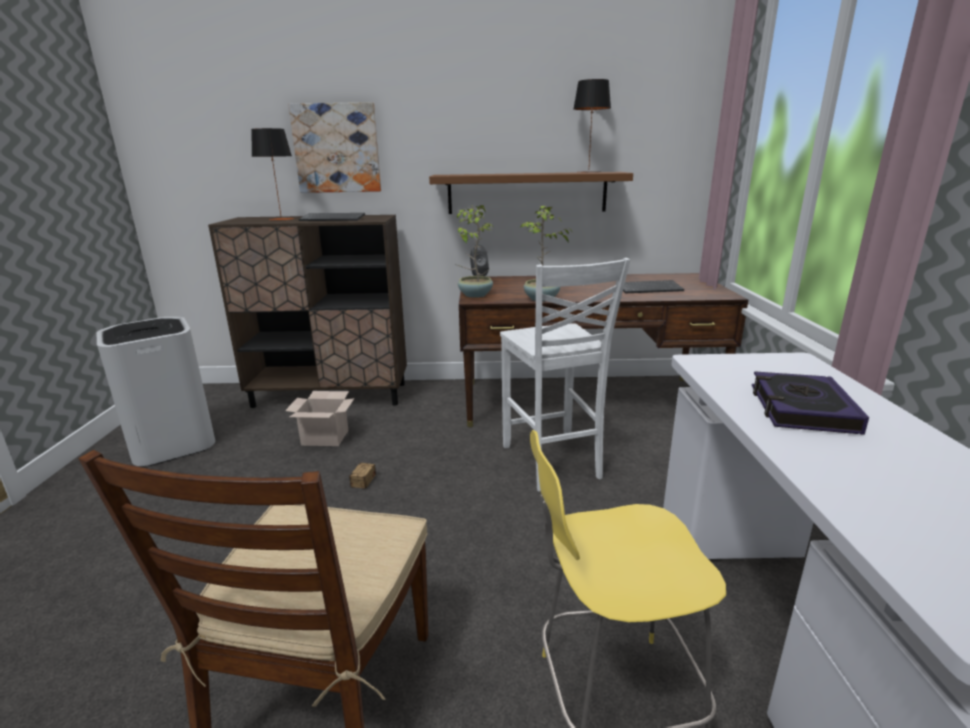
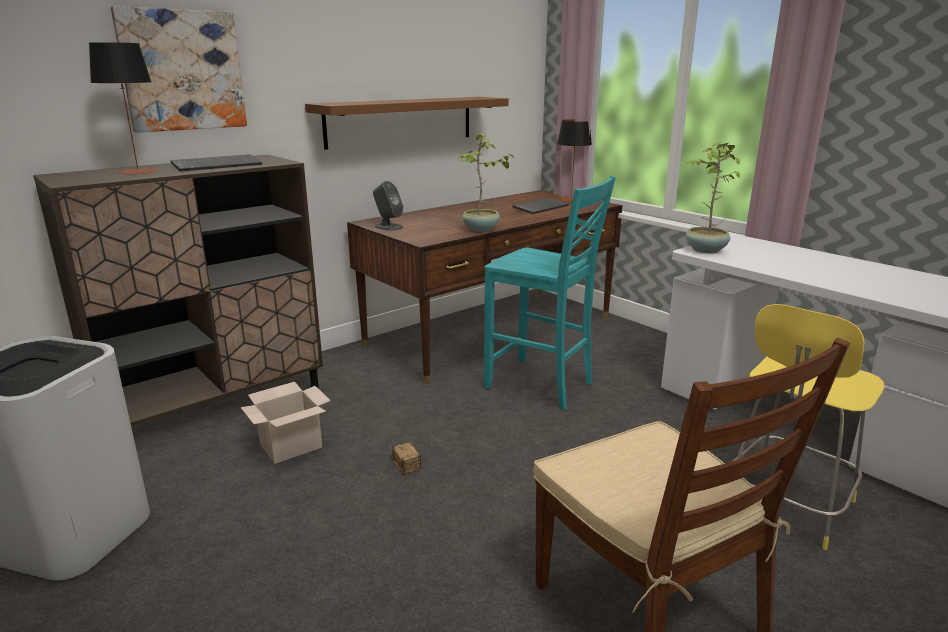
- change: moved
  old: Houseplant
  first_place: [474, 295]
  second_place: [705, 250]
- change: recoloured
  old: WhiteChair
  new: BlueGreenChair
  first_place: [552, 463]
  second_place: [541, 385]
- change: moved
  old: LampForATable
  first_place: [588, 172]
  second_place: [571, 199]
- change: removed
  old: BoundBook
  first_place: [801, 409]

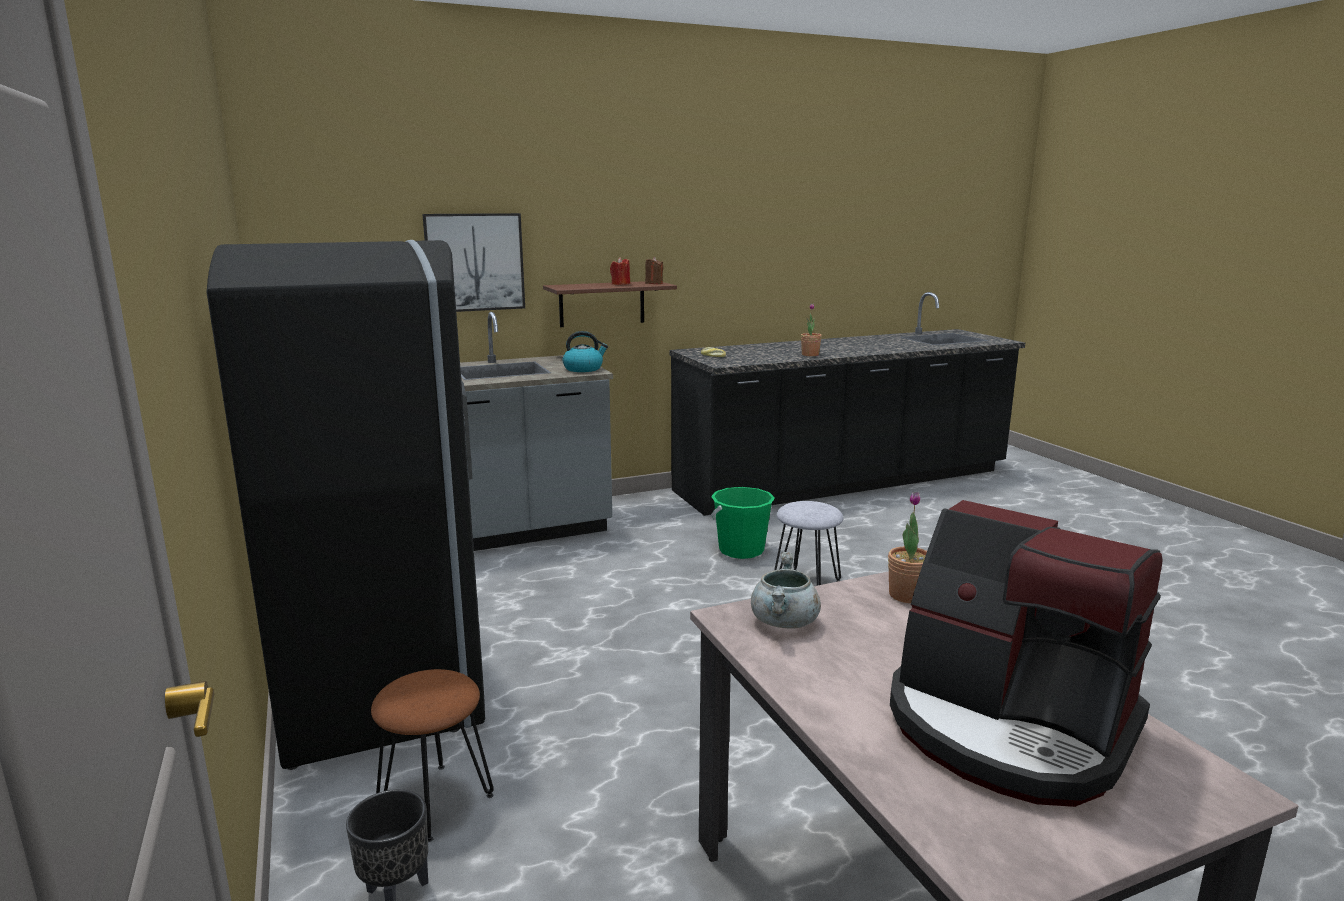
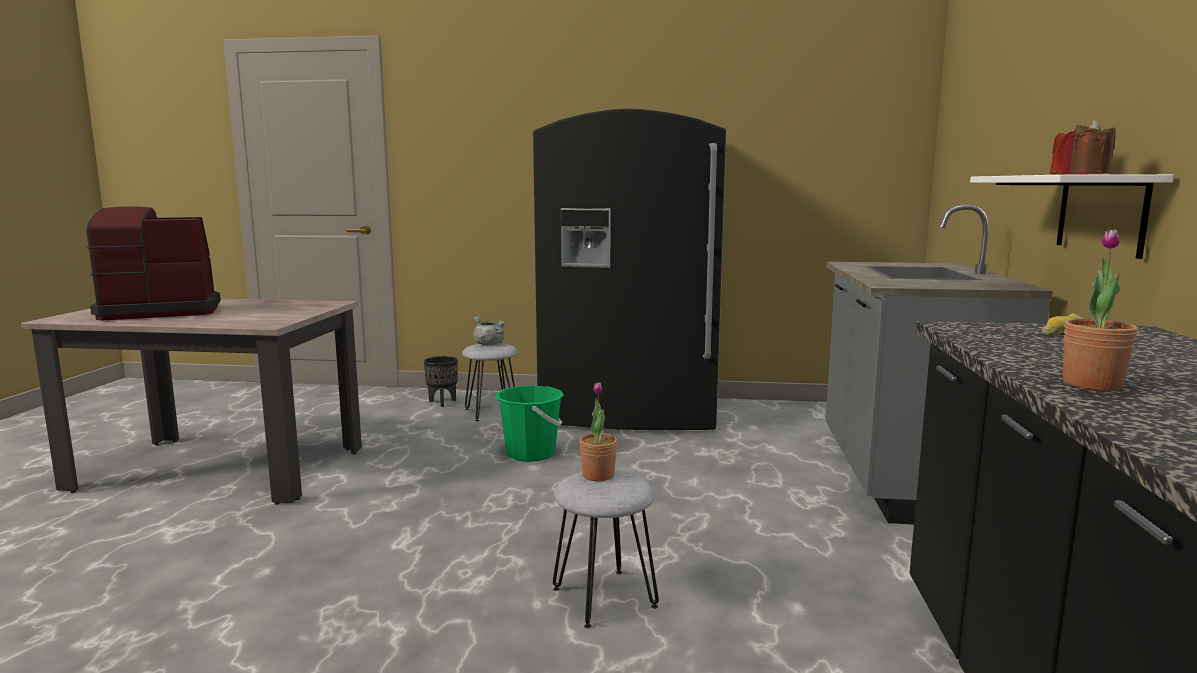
- change: recoloured
  old: BrownStoolSeat
  new: GrayStoolSeat
  first_place: [436, 800]
  second_place: [491, 412]
- change: removed
  old: WallPicture
  first_place: [474, 262]
- change: recoloured
  old: BrownWallShelf
  new: WhiteWallShelf
  first_place: [602, 304]
  second_place: [1101, 213]
- change: removed
  old: WaterKettle
  first_place: [584, 369]
- change: moved
  old: GreenBucket
  first_place: [741, 550]
  second_place: [530, 453]
- change: moved
  old: GrayCookingPot
  first_place: [784, 622]
  second_place: [488, 344]
- change: moved
  old: Houseplant
  first_place: [907, 595]
  second_place: [598, 475]

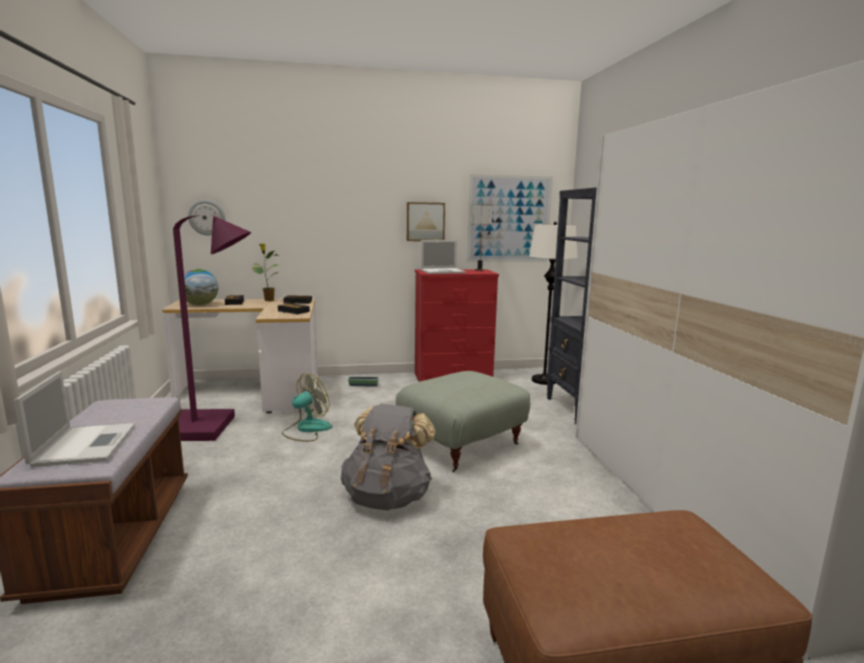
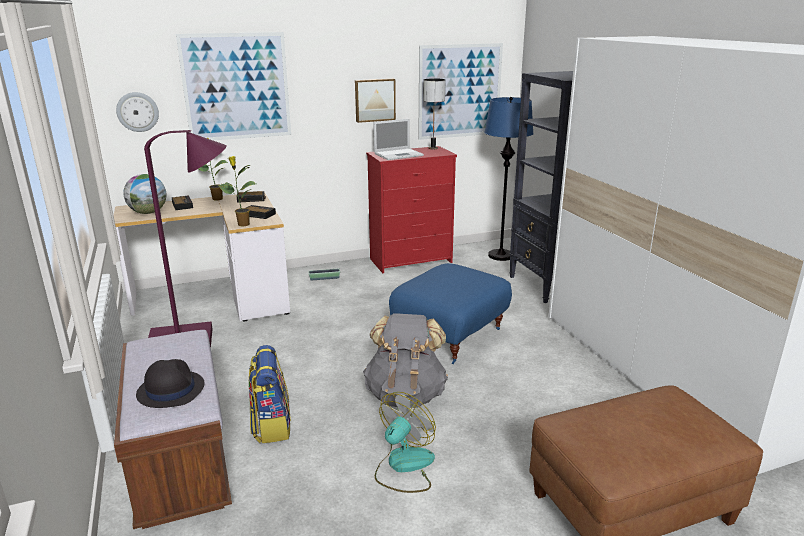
- change: replaced
  old: Laptop
  new: BlackColouredWearableHat
  first_place: [85, 444]
  second_place: [170, 390]
- change: moved
  old: CoolingFan
  first_place: [306, 429]
  second_place: [404, 466]
- change: recoloured
  old: GrayPouffe
  new: BluishPouffe
  first_place: [461, 445]
  second_place: [449, 336]
- change: recoloured
  old: WhiteStandardLamp
  new: BluishStandardLamp
  first_place: [544, 380]
  second_place: [500, 256]
- change: added
  new: WallPicture
  second_place: [236, 87]
- change: added
  new: Houseplant
  second_place: [243, 224]
- change: added
  new: Knapsack
  second_place: [271, 425]

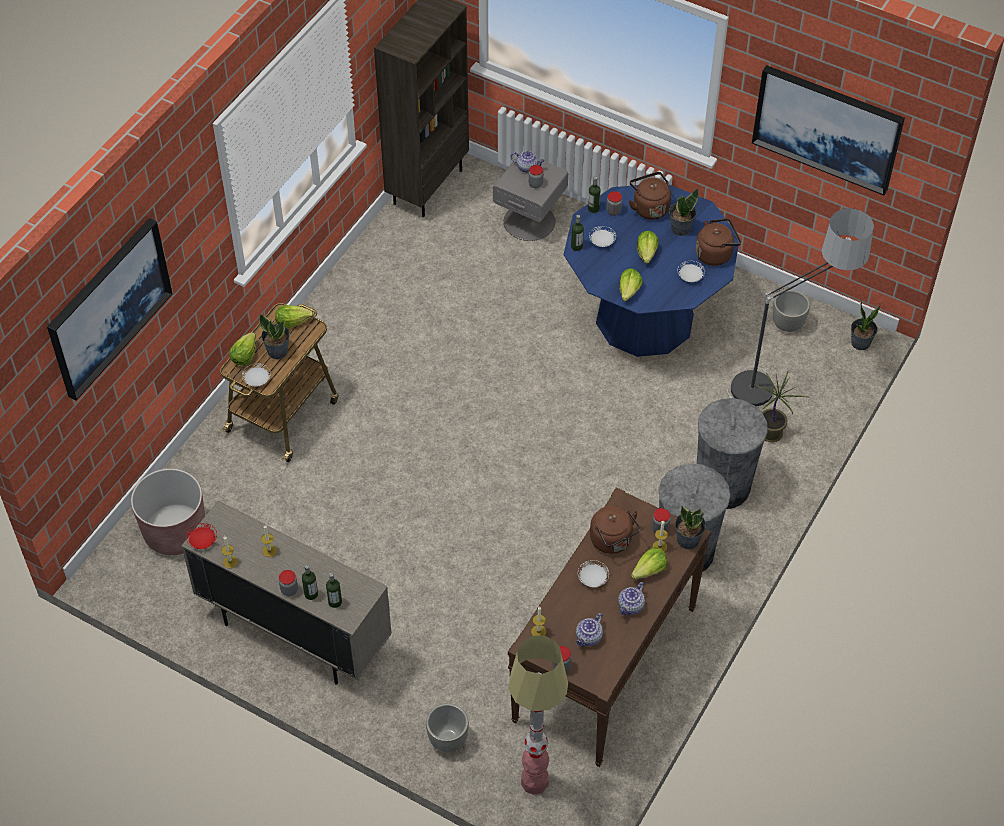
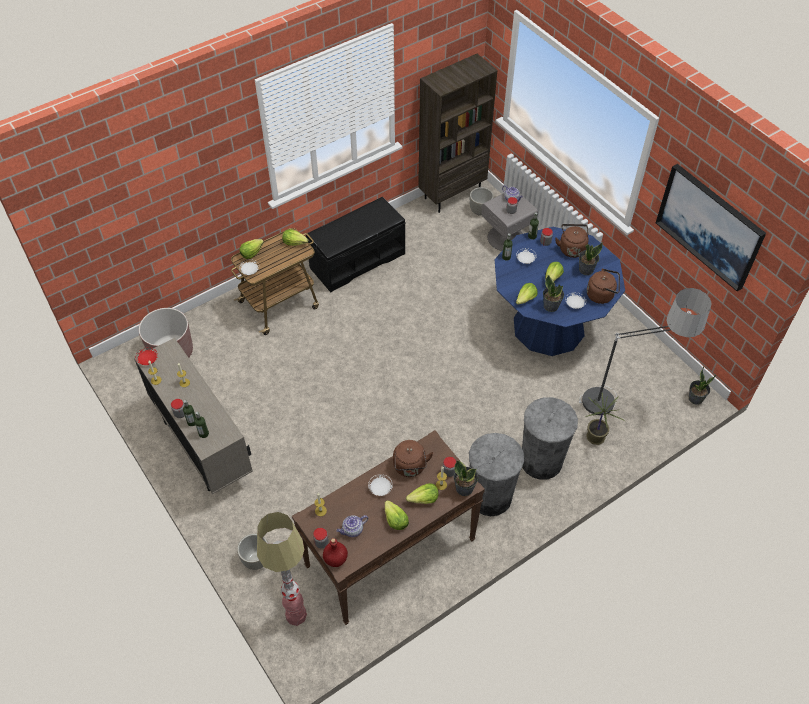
- change: removed
  old: WallPicture
  first_place: [108, 307]
- change: moved
  old: Houseplant
  first_place: [277, 351]
  second_place: [551, 305]
- change: replaced
  old: PotForTea
  new: HeadOfLettuce
  first_place: [630, 607]
  second_place: [395, 520]
- change: moved
  old: GrayFlowerPot
  first_place: [787, 324]
  second_place: [480, 211]
- change: added
  new: BlackColouredLongSeat
  second_place: [357, 260]
- change: added
  new: RedBottle
  second_place: [335, 558]

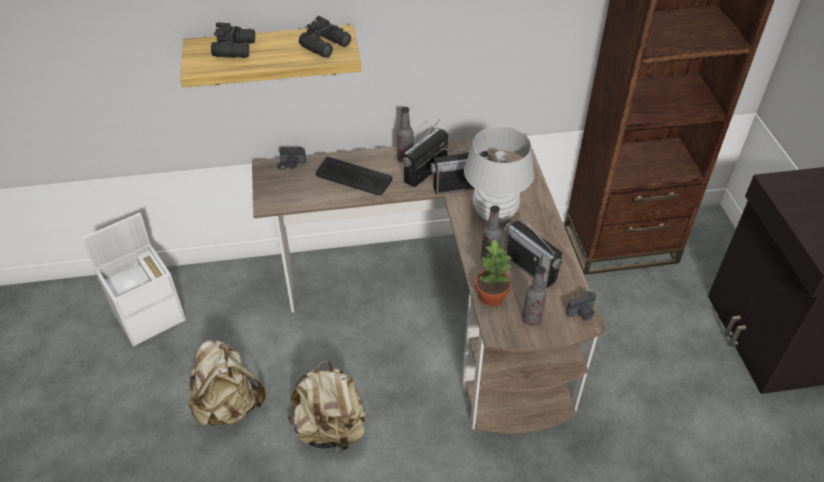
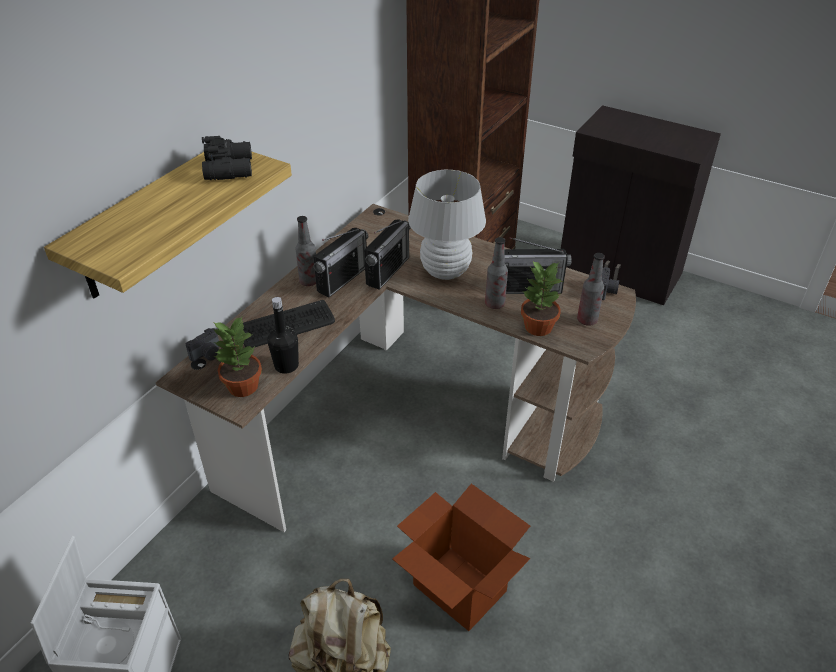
- change: removed
  old: BlackColouredPairOfBinoculars
  first_place: [236, 48]
- change: replaced
  old: BeigeKnapsack
  new: Carton
  first_place: [330, 429]
  second_place: [459, 588]
- change: turned
  old: RadioReceiver
  first_place: [425, 171]
  second_place: [342, 279]
  degrees: -135
- change: added
  new: Houseplant
  second_place: [242, 386]
- change: added
  new: BlackColouredBottle
  second_place: [286, 366]

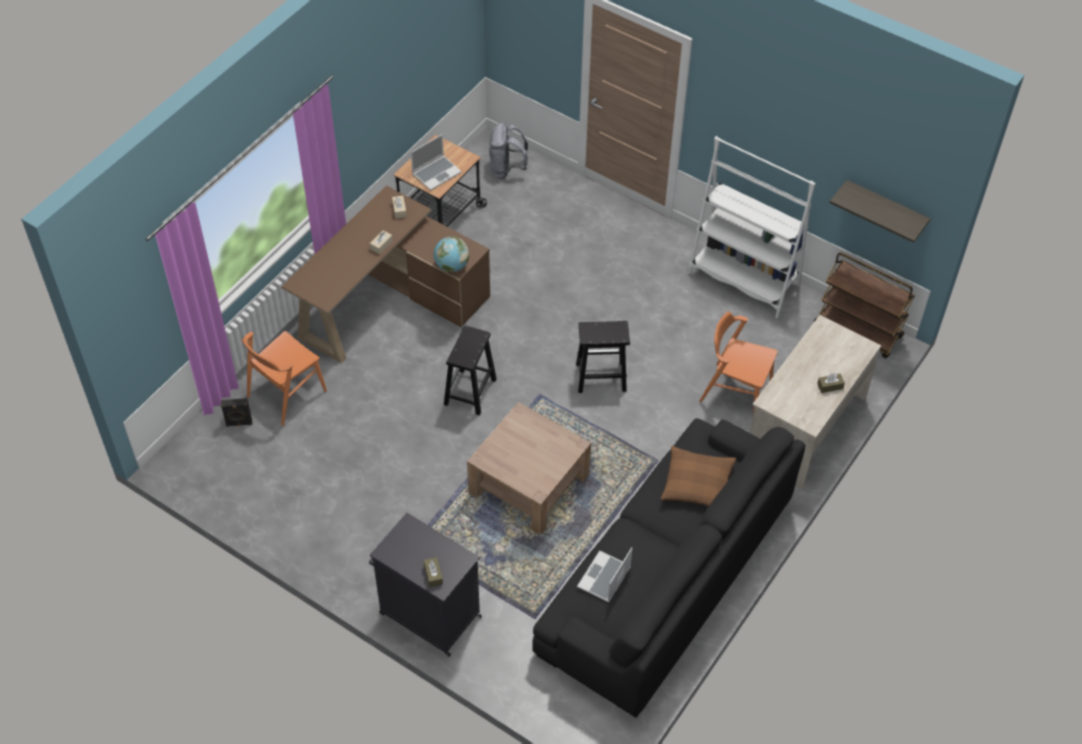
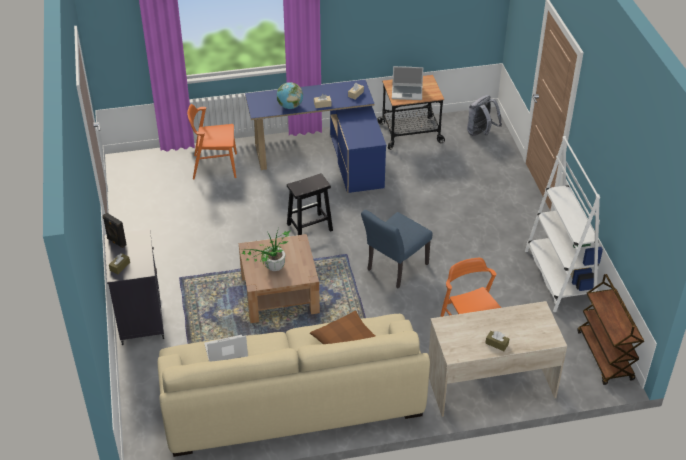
- change: moved
  old: BlackColouredLoudspeaker
  first_place: [239, 423]
  second_place: [116, 242]
- change: recoloured
  old: BrownDesk
  new: BluishDesk
  first_place: [389, 302]
  second_place: [325, 157]
- change: moved
  old: Globe
  first_place: [451, 266]
  second_place: [290, 106]
- change: recoloured
  old: BlackColouredSofa
  new: BeigeSofa
  first_place: [666, 576]
  second_place: [292, 398]
- change: replaced
  old: BlackColouredStoolSeat
  new: BluishChair
  first_place: [600, 377]
  second_place: [394, 269]
- change: removed
  old: WallShelf
  first_place: [885, 209]
- change: added
  new: Houseplant
  second_place: [272, 269]

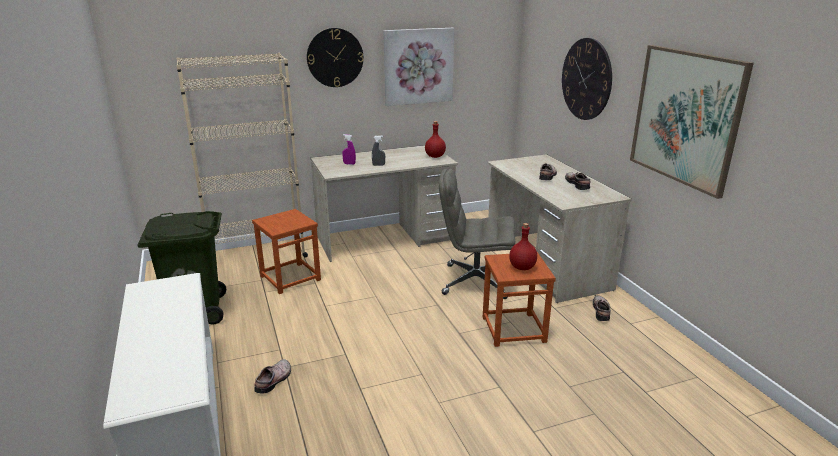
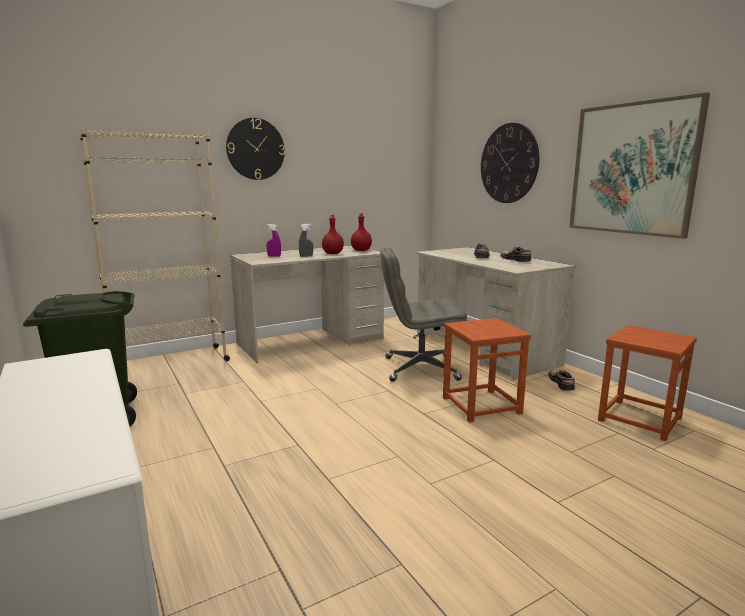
- change: moved
  old: BrownStoolSeat
  first_place: [290, 278]
  second_place: [639, 419]
- change: removed
  old: LowShoe
  first_place: [275, 380]
- change: removed
  old: WallPicture
  first_place: [418, 66]
- change: moved
  old: RedBottle
  first_place: [522, 267]
  second_place: [332, 253]

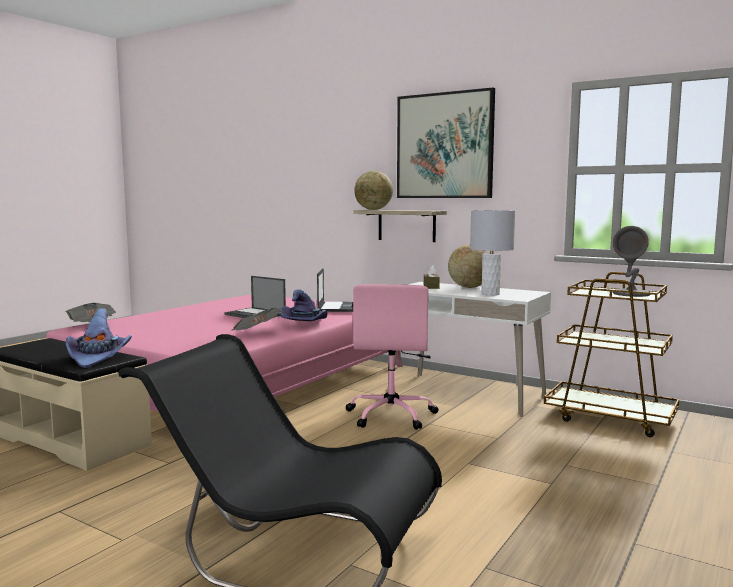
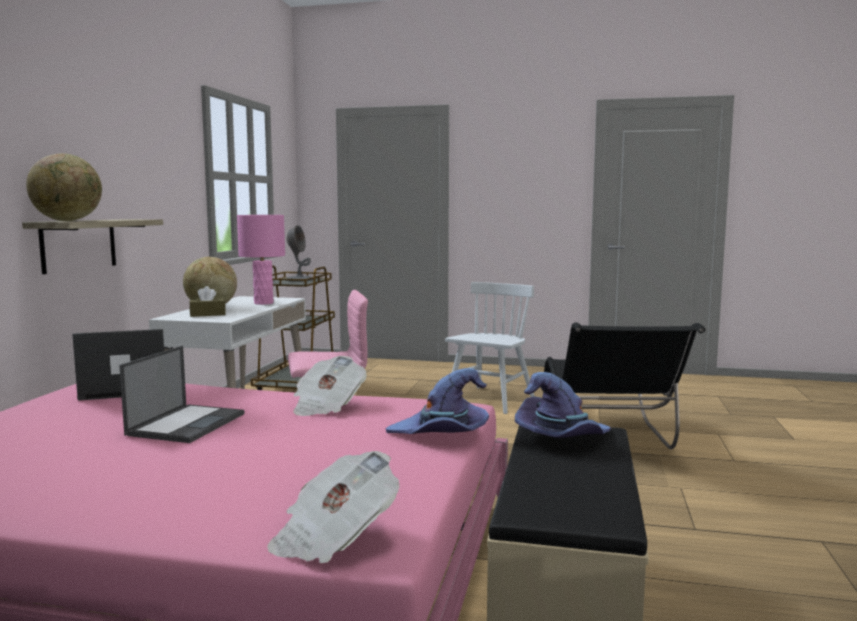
- change: moved
  old: PurpleColouredWearableHat
  first_place: [305, 323]
  second_place: [441, 434]
- change: removed
  old: WallPicture
  first_place: [444, 146]
- change: recoloured
  old: GrayLampForATable
  new: PinkishLampForATable
  first_place: [490, 294]
  second_place: [263, 303]
- change: added
  new: WhiteChair
  second_place: [490, 400]

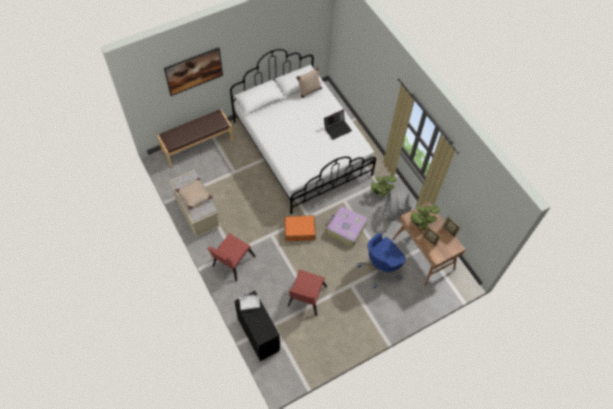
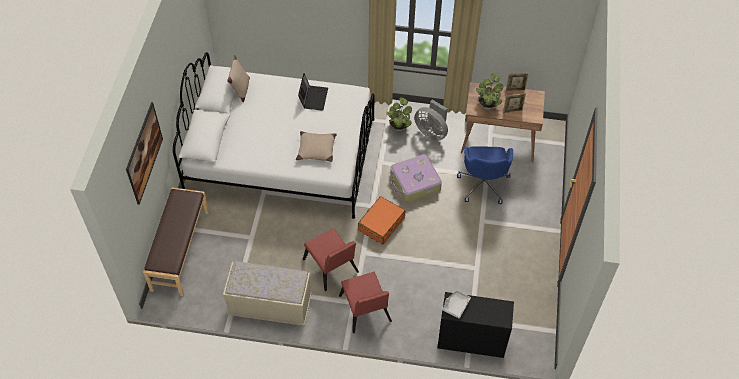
- change: moved
  old: BeigeCushion
  first_place: [194, 196]
  second_place: [316, 150]
- change: moved
  old: RedChair
  first_place: [305, 298]
  second_place: [331, 269]

